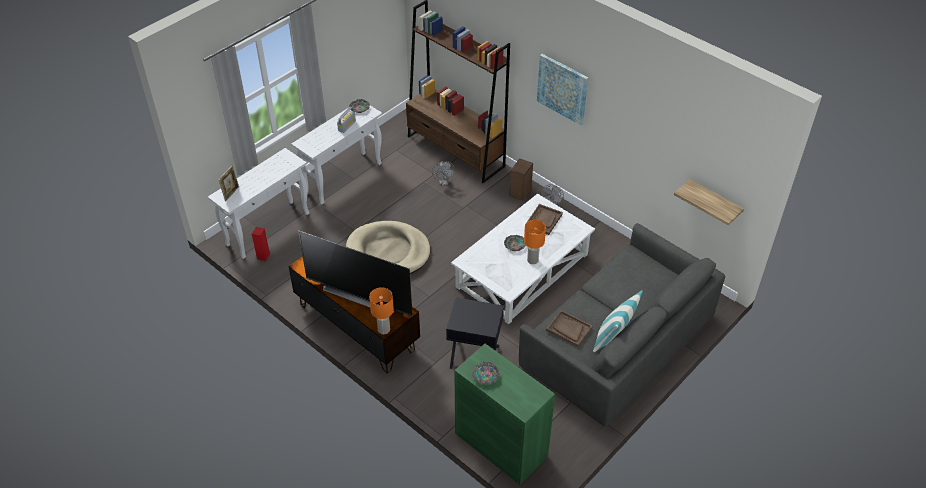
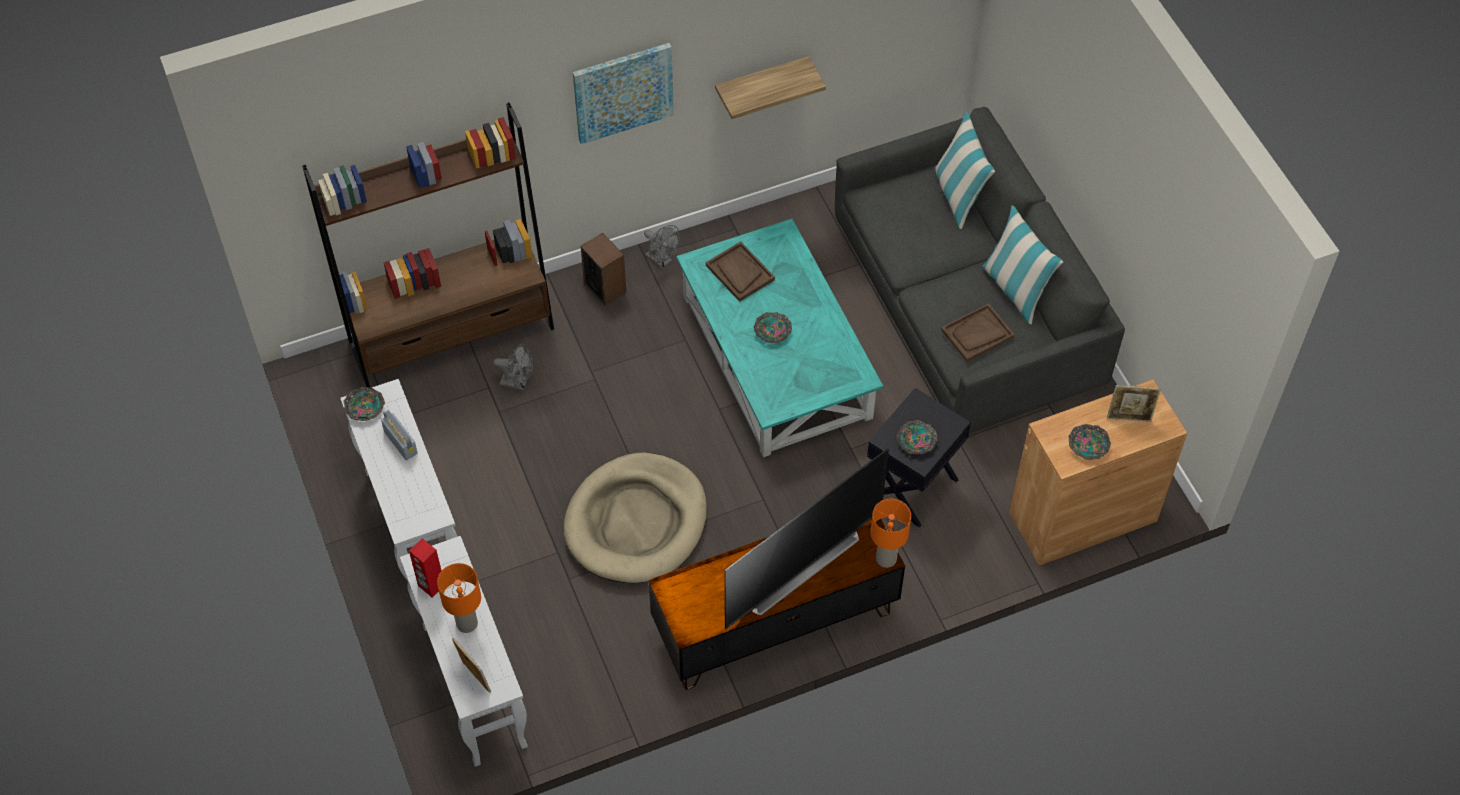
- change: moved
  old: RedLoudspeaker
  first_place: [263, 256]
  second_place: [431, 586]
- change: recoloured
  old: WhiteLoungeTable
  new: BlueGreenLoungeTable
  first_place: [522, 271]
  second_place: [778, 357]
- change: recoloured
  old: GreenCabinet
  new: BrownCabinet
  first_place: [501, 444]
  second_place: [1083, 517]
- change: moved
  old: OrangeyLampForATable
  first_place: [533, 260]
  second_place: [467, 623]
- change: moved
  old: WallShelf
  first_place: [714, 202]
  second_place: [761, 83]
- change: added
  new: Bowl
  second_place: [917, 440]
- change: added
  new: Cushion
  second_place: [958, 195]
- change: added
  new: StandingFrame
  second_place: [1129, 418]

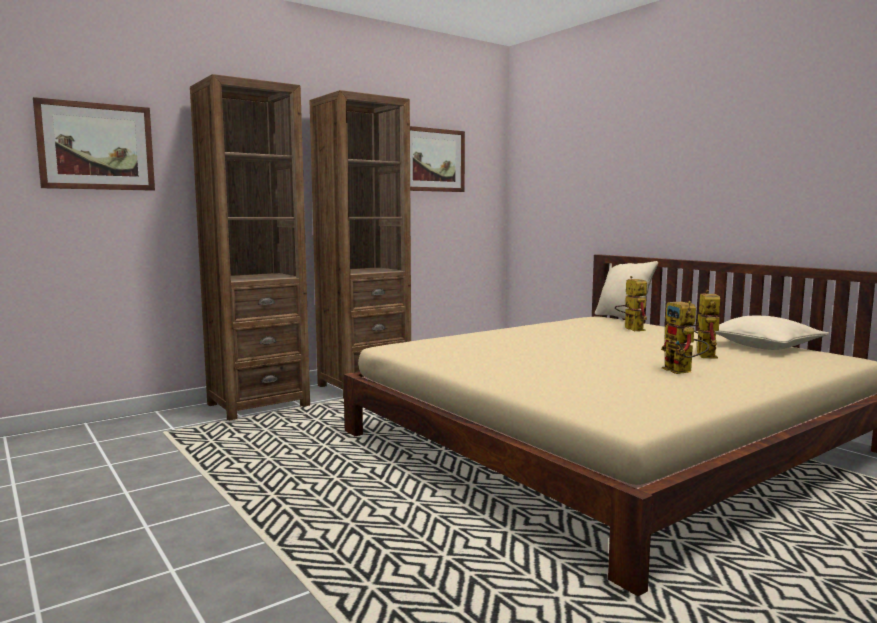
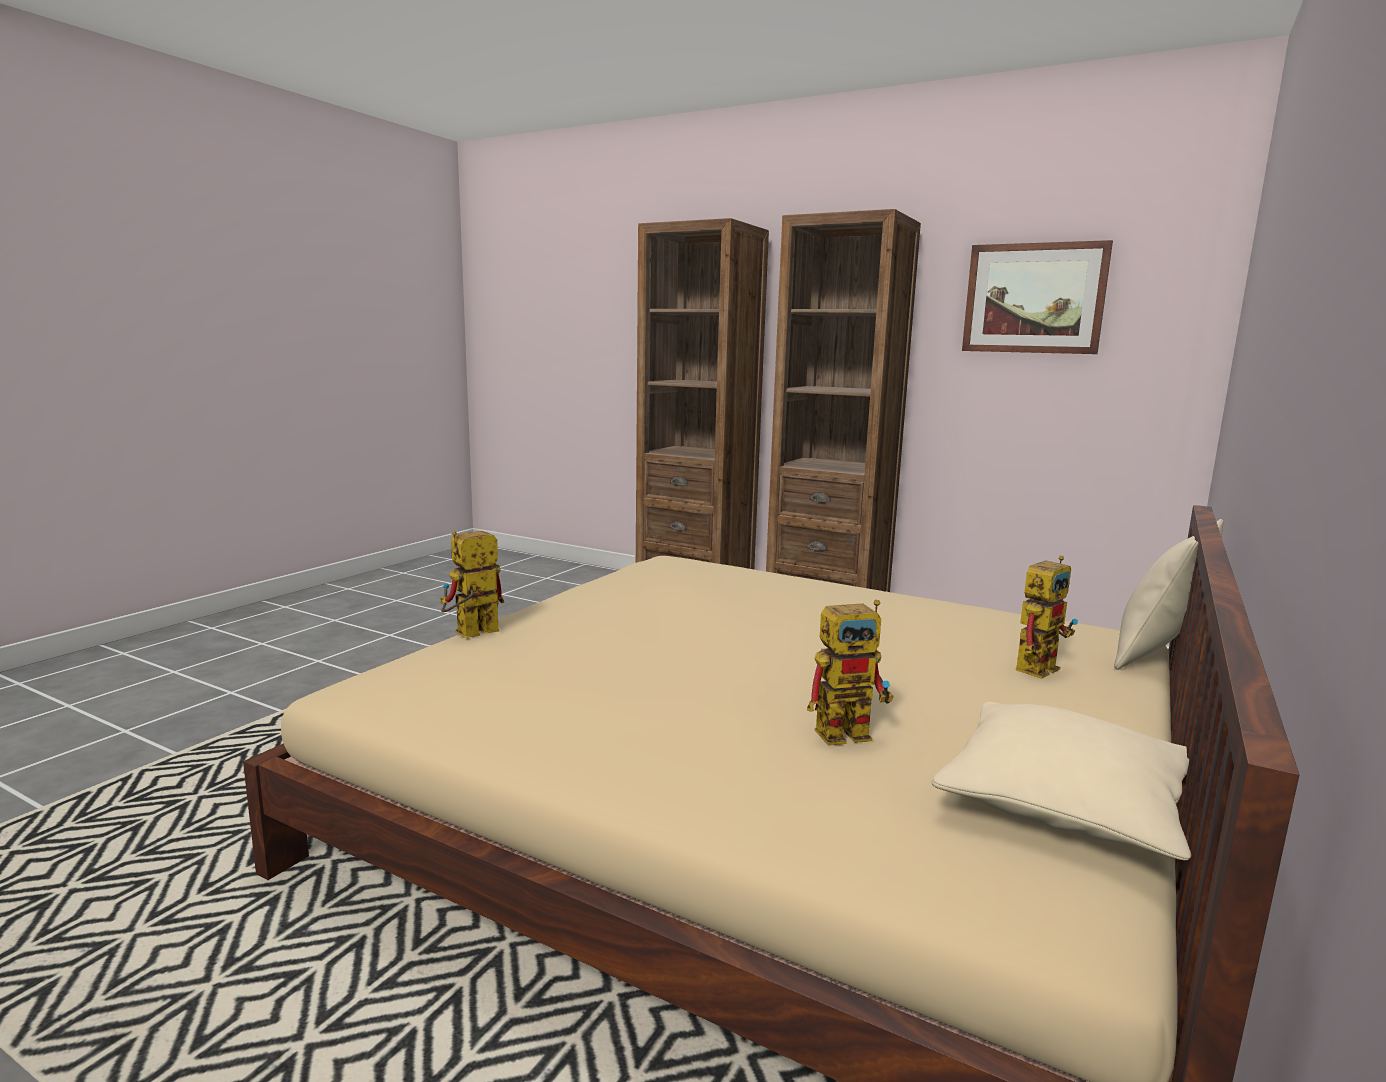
- change: removed
  old: WallPicture
  first_place: [96, 146]
- change: moved
  old: ModelRobot
  first_place: [683, 371]
  second_place: [470, 634]

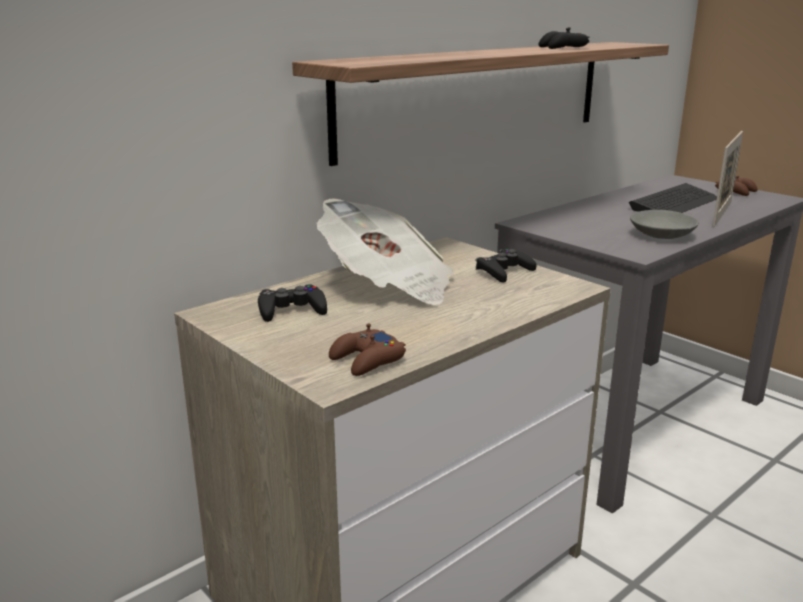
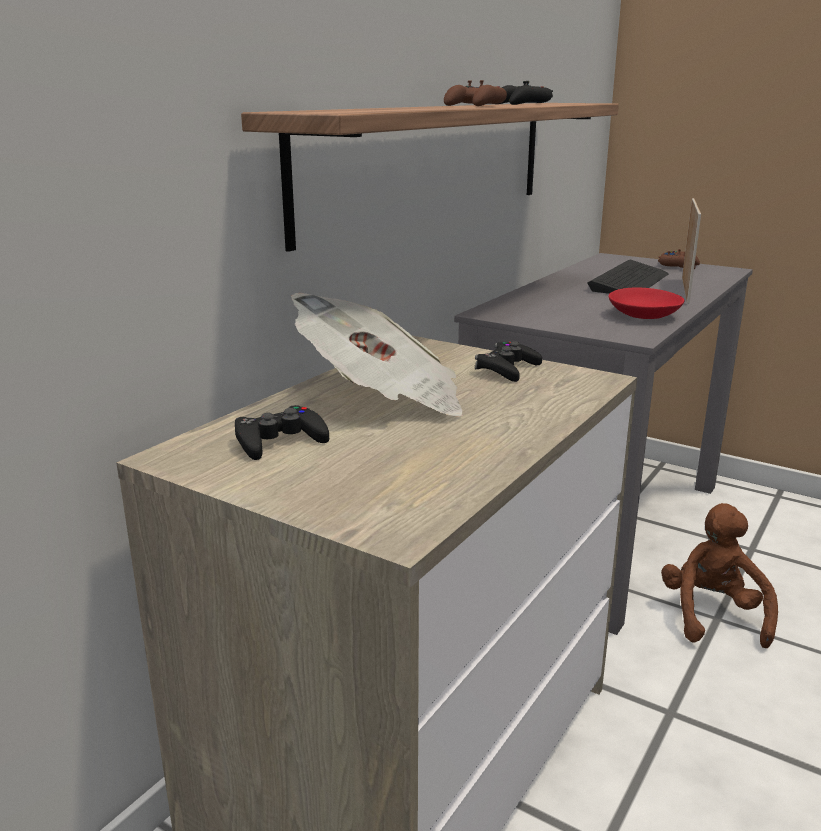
- change: moved
  old: BrownGamepad
  first_place: [367, 360]
  second_place: [475, 105]
- change: recoloured
  old: GrayBowl
  new: RedBowl
  first_place: [662, 235]
  second_place: [644, 315]
- change: added
  new: BrownPlushToy
  second_place: [712, 615]

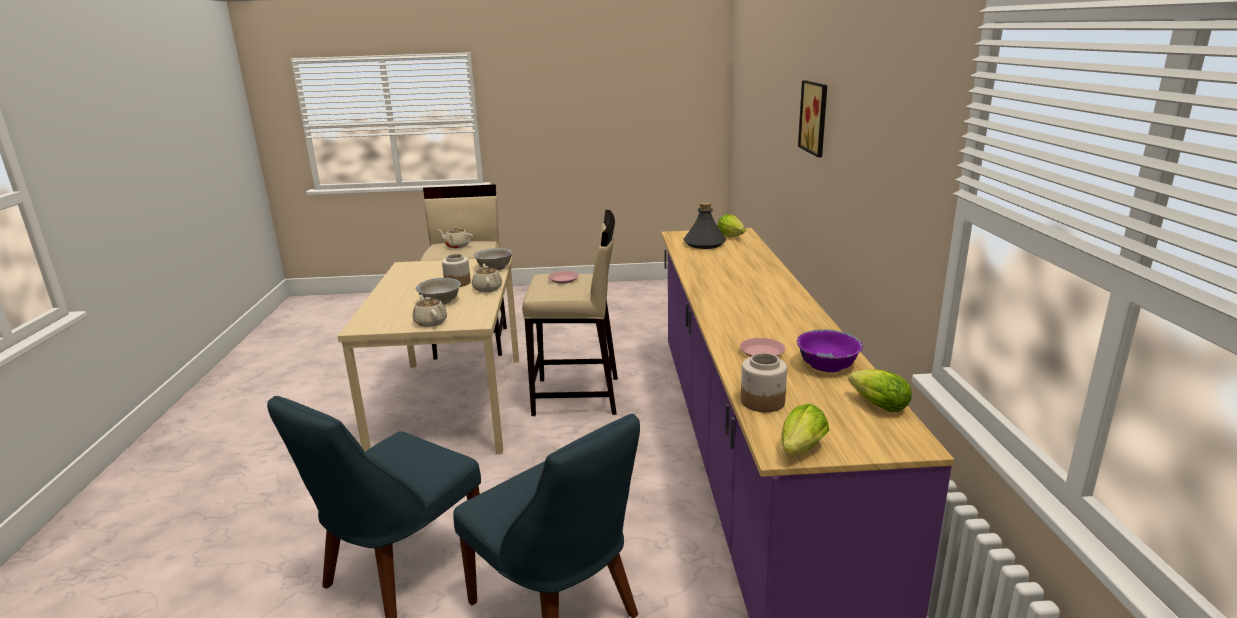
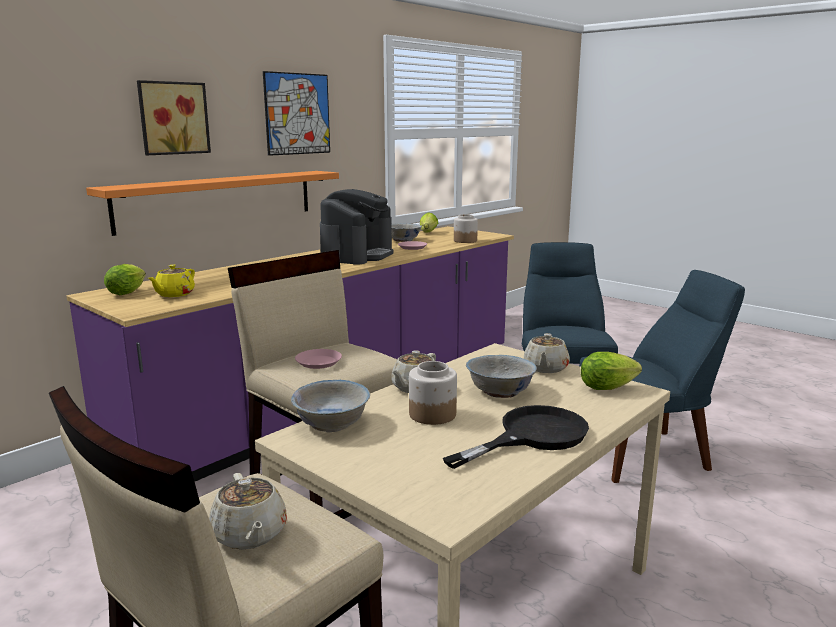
- change: replaced
  old: GrayBottle
  new: YellowishPotForTea
  first_place: [705, 244]
  second_place: [174, 294]
- change: moved
  old: HeadOfLettuce
  first_place: [800, 451]
  second_place: [610, 387]
- change: recoloured
  old: PurpleColouredBowl
  new: WhiteBowl
  first_place: [827, 365]
  second_place: [402, 240]
- change: added
  new: OrangeyWallShelf
  second_place: [218, 200]
- change: added
  new: WallPicture
  second_place: [297, 114]
- change: added
  new: CoffeeBrewer
  second_place: [357, 255]
- change: added
  new: BlackColouredPan
  second_place: [531, 436]

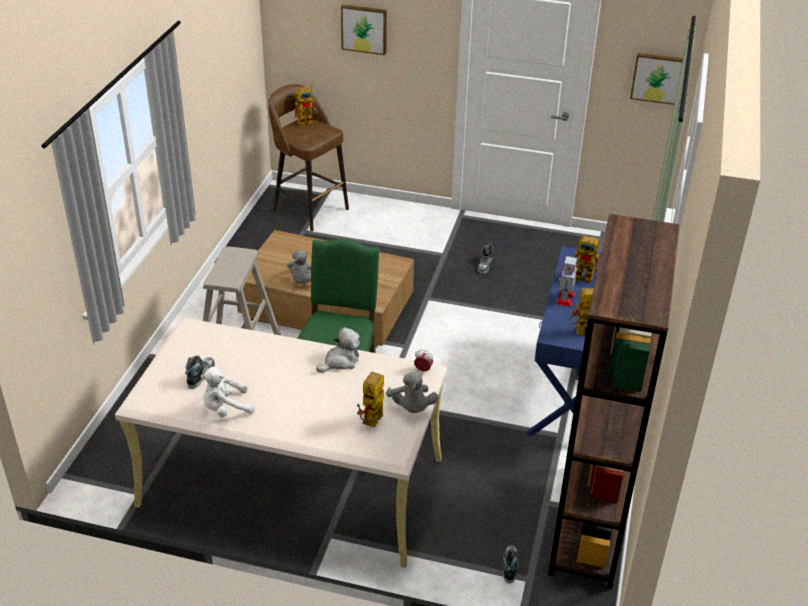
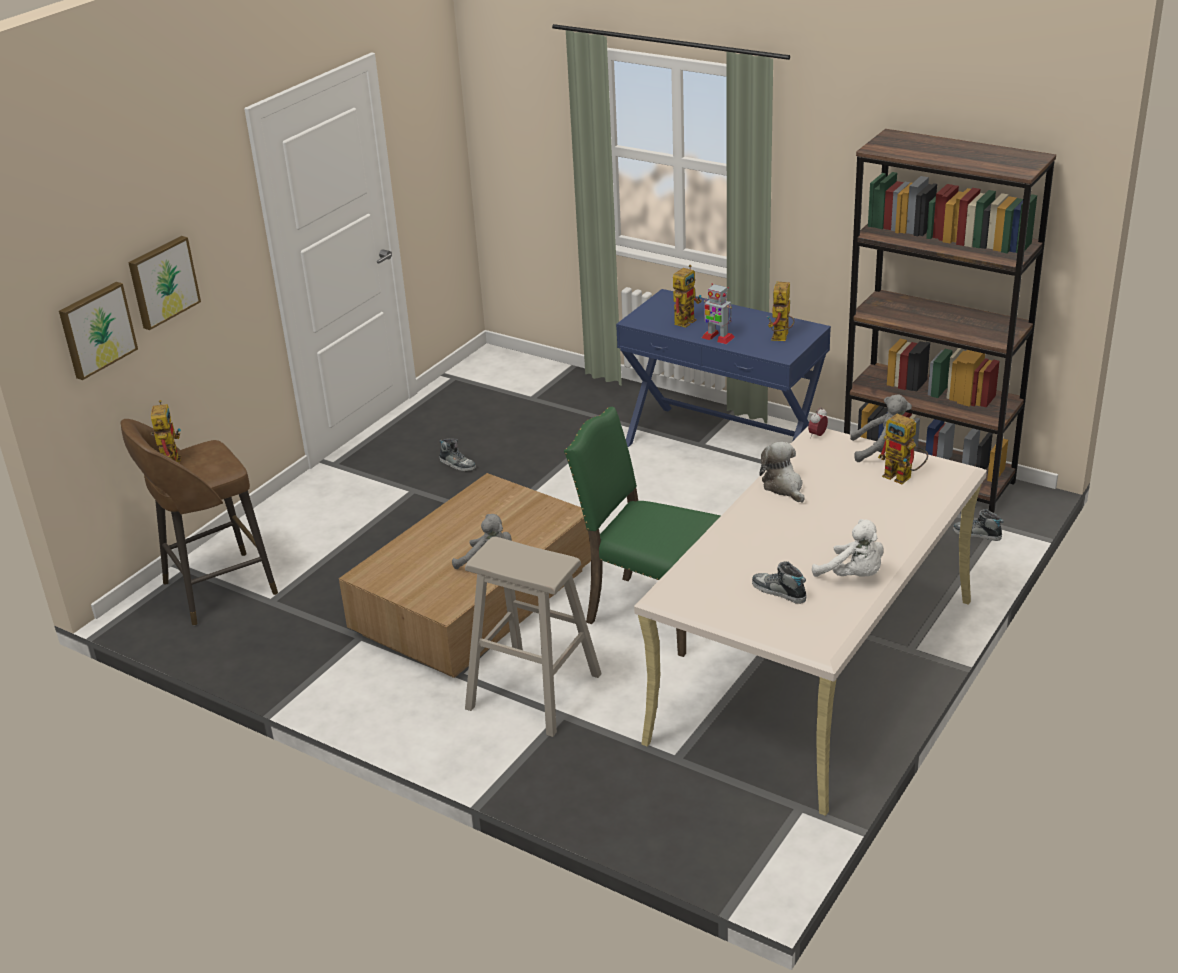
- change: turned
  old: WhitePlushToy
  first_place: [226, 409]
  second_place: [853, 576]
  degrees: -45
- change: moved
  old: WallPicture
  first_place: [658, 78]
  second_place: [96, 329]

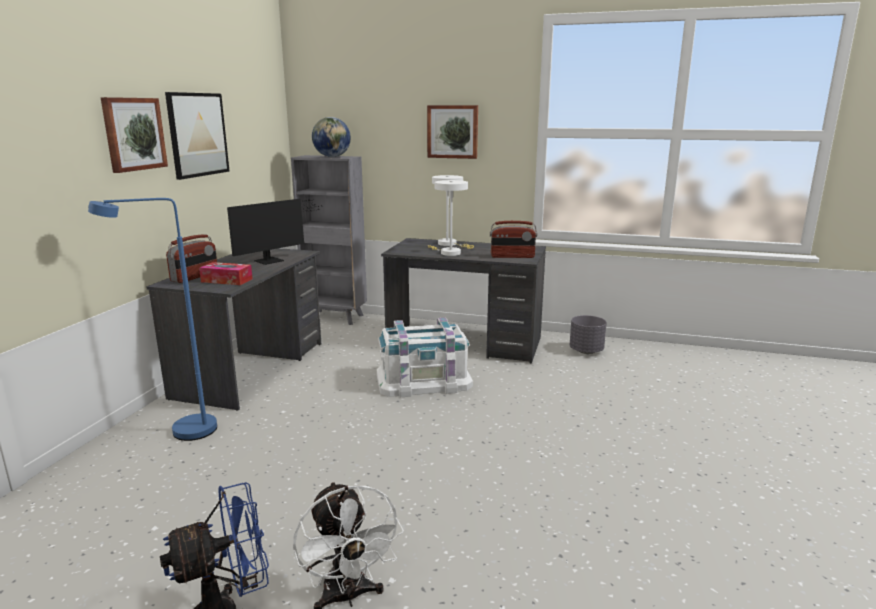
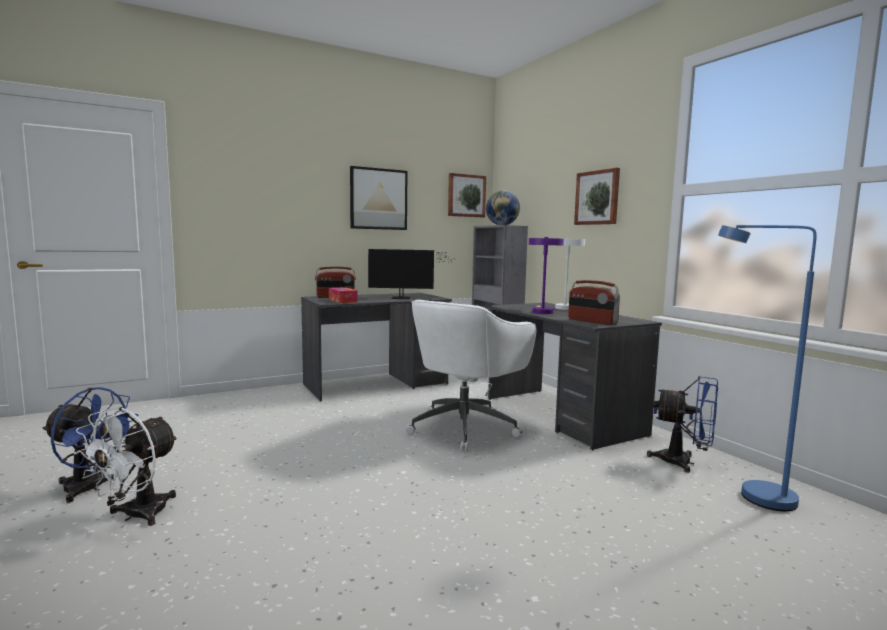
- change: moved
  old: BluishStandardLamp
  first_place: [182, 433]
  second_place: [752, 497]
- change: moved
  old: WallPicture
  first_place: [133, 134]
  second_place: [466, 195]
- change: replaced
  old: WhiteStorageContainer
  new: WhiteComputerChair
  first_place: [423, 381]
  second_place: [465, 427]
- change: recoloured
  old: WhiteLampForATable
  new: PurpleColouredLampForATable
  first_place: [447, 252]
  second_place: [541, 312]
- change: replaced
  old: GrayFlowerPot
  new: BluishCoolingFan
  first_place: [586, 351]
  second_place: [684, 462]

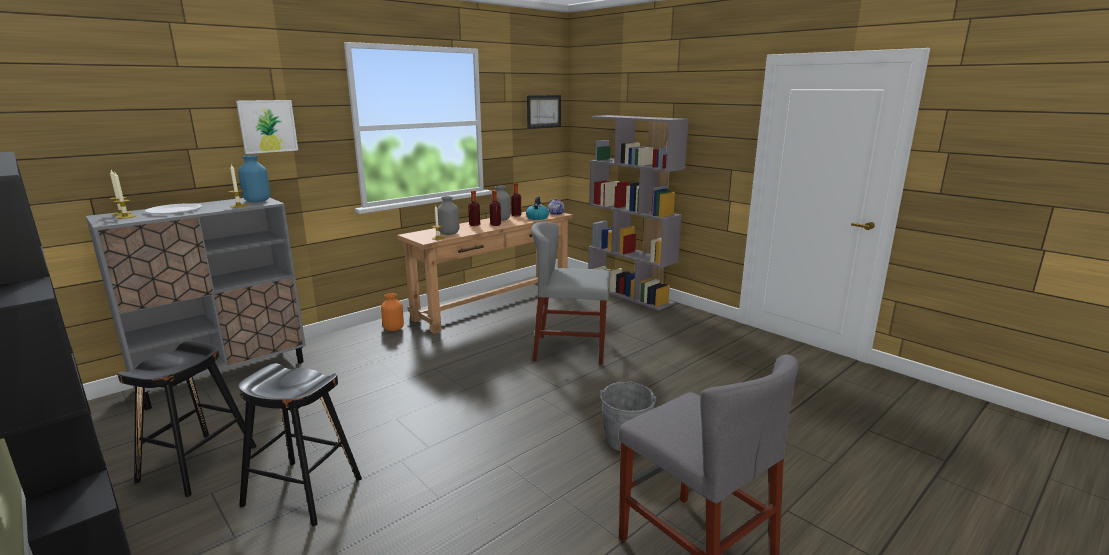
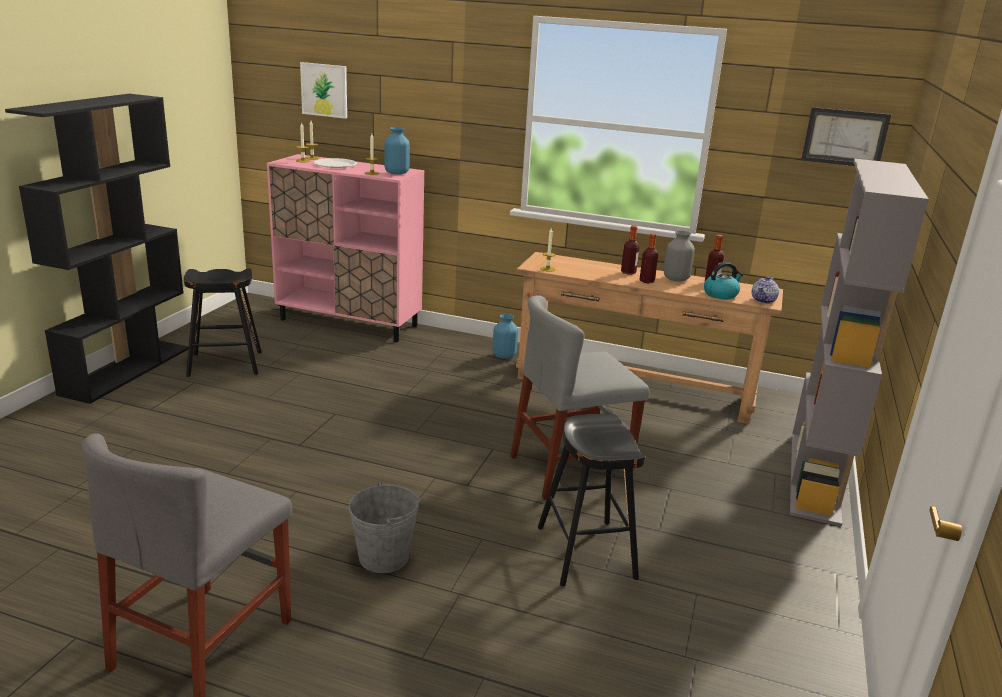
- change: recoloured
  old: GrayCabinet
  new: PinkishCabinet
  first_place: [224, 375]
  second_place: [349, 323]
- change: moved
  old: WallPicture
  first_place: [267, 126]
  second_place: [324, 90]
- change: moved
  old: BlackColouredStoolSeat
  first_place: [303, 492]
  second_place: [586, 552]
- change: recoloured
  old: OrangeyDecorativeVase
  new: BluishDecorativeVase
  first_place: [394, 329]
  second_place: [504, 356]
- change: removed
  old: GrayDecorativeVase
  first_place: [449, 233]
- change: turned
  old: GrayChair
  first_place: [570, 349]
  second_place: [570, 469]
  degrees: -90

